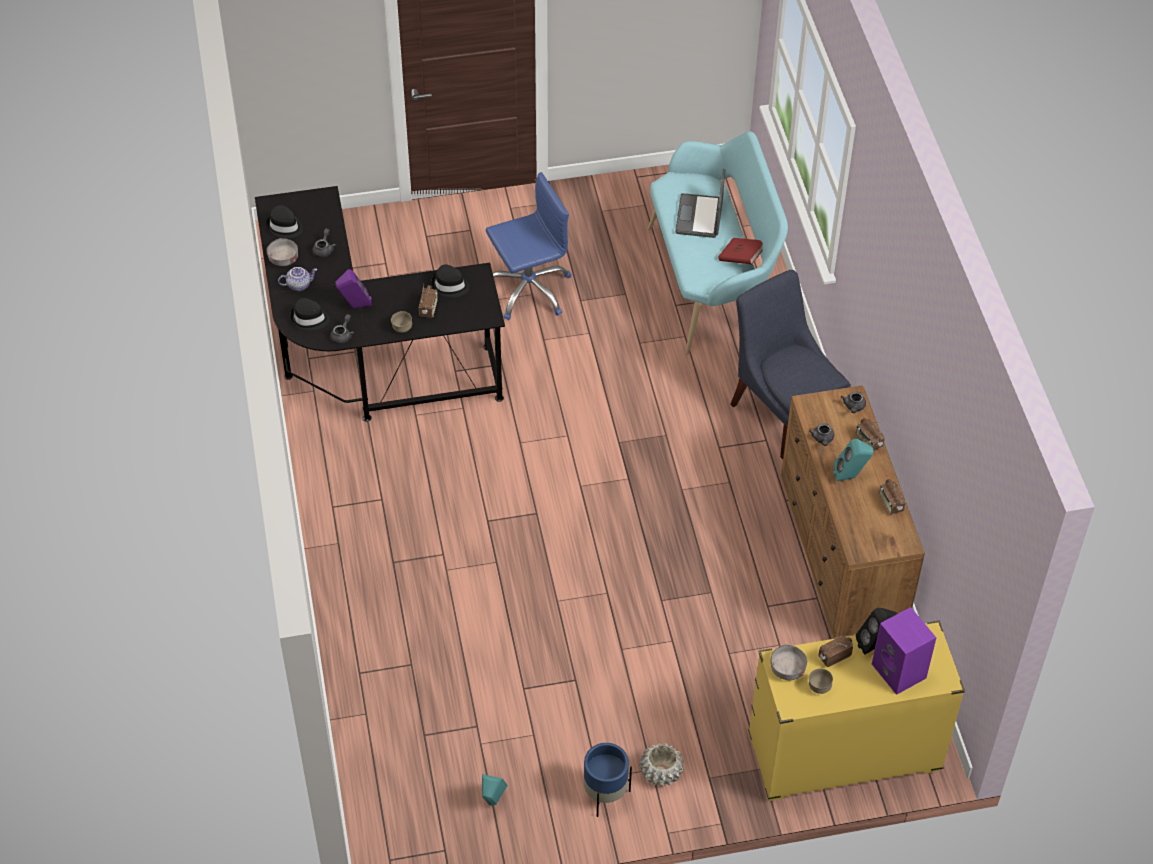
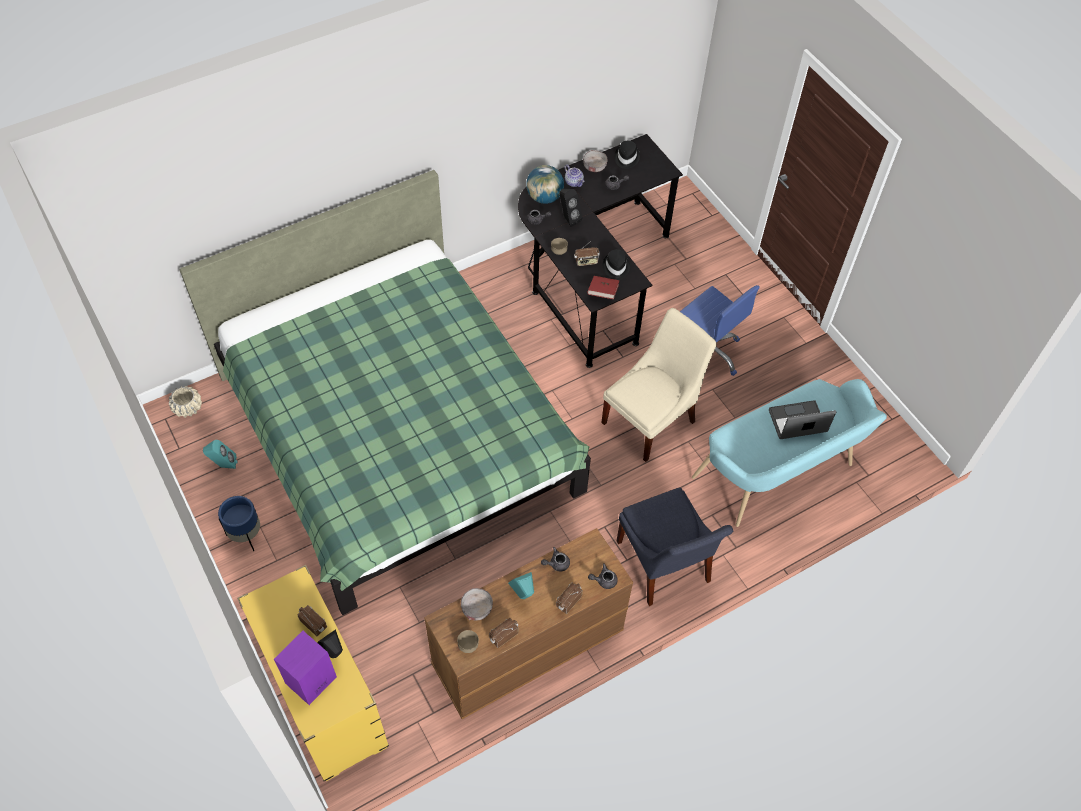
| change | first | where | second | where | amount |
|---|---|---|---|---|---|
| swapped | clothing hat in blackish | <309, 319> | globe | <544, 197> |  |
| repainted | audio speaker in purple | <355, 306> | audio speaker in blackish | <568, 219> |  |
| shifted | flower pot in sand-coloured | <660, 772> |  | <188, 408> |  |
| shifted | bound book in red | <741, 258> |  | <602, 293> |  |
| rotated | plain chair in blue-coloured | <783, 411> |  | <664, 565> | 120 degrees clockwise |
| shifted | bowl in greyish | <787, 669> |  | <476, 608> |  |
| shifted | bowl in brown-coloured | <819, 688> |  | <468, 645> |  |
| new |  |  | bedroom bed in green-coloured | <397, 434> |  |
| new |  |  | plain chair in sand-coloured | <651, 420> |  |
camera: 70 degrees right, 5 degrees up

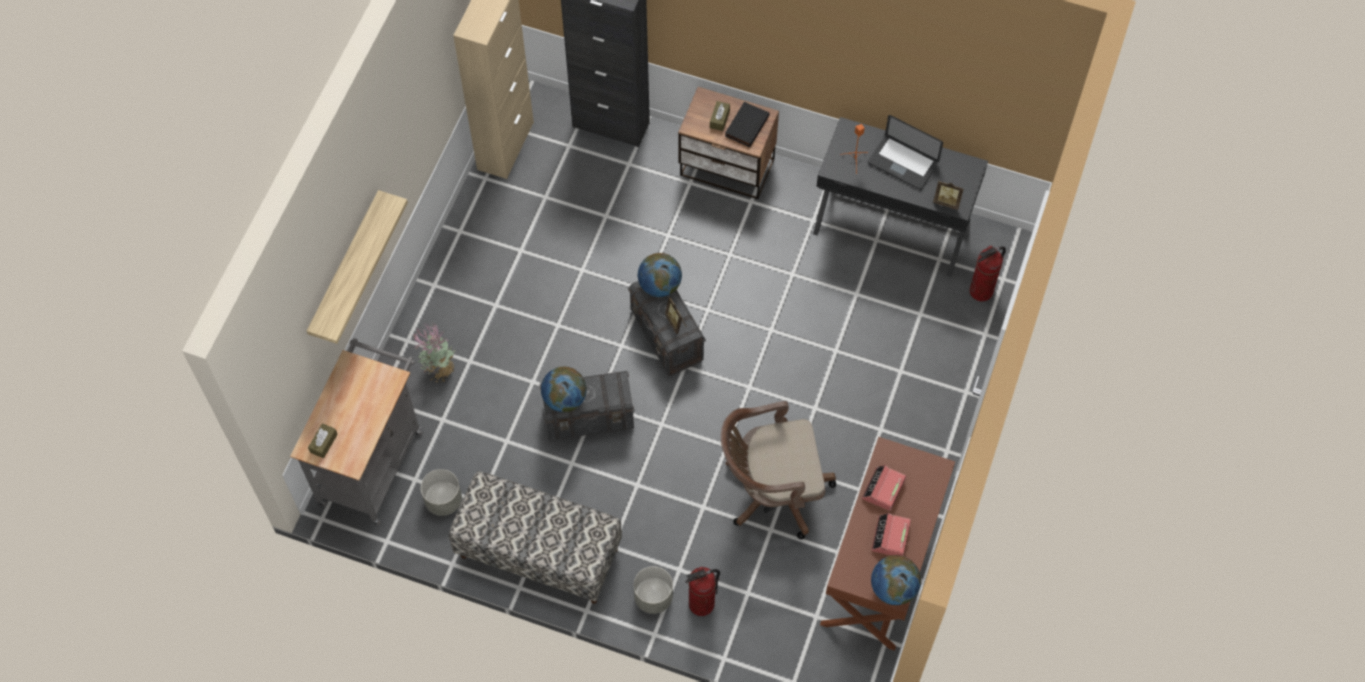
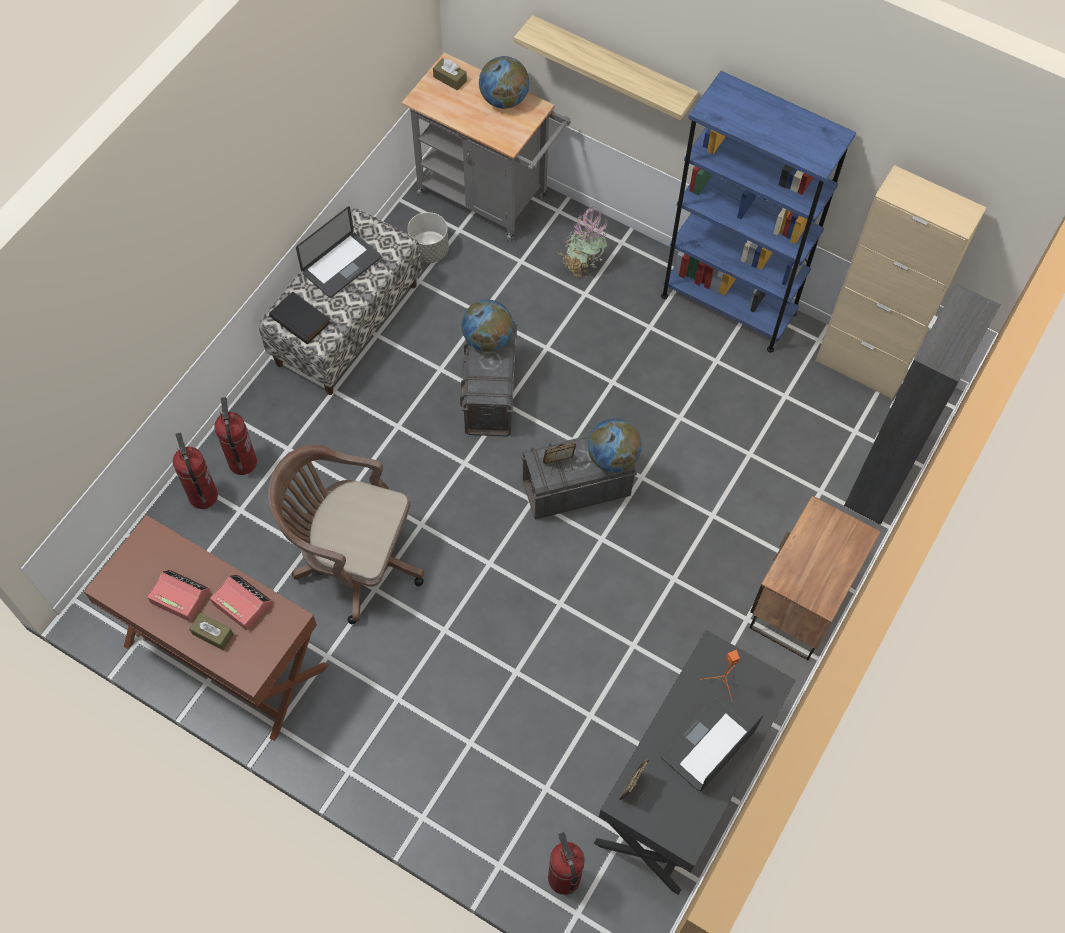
| change | first | where | second | where | amount |
|---|---|---|---|---|---|
| gone | flower pot in greyish | <653, 597> |  |  |  |
| shifted | box of tissues in brown-coloured | <719, 119> |  | <213, 634> |  |
| rotated | computer chair in brown-coloured | <771, 490> |  | <353, 559> | 75 degrees counterclockwise |
| shifted | bound book in blackish | <746, 125> |  | <301, 319> |  |
| shifted | globe | <893, 588> |  | <504, 99> |  |
| new |  |  | extinguisher | <203, 496> |  |
| new |  |  | notebook computer | <341, 265> |  |
| new |  |  | bookcase in blue-coloured | <728, 304> |  |
camera: 100 degrees right, 0 degrees up

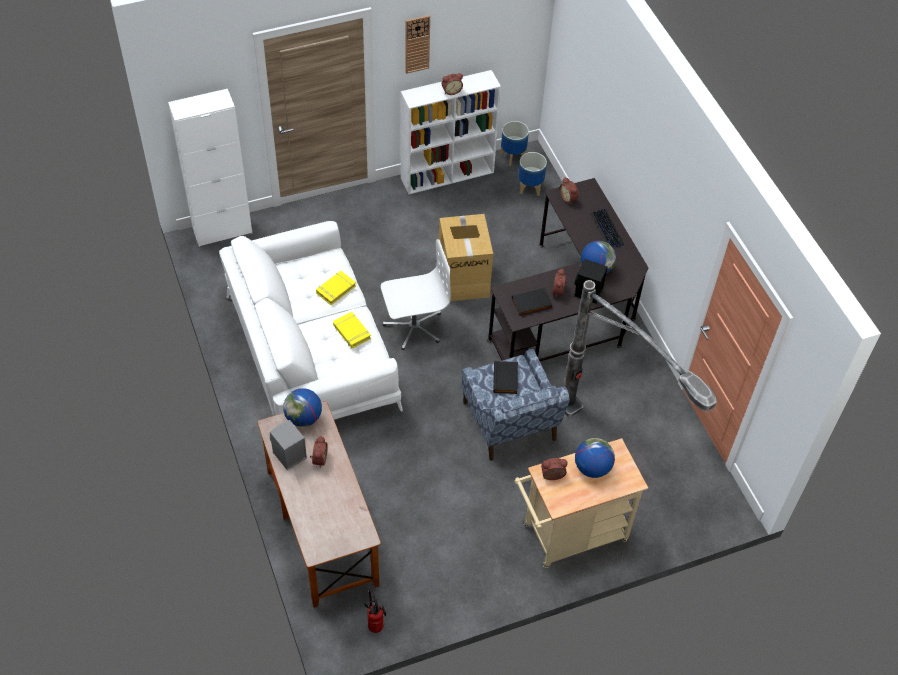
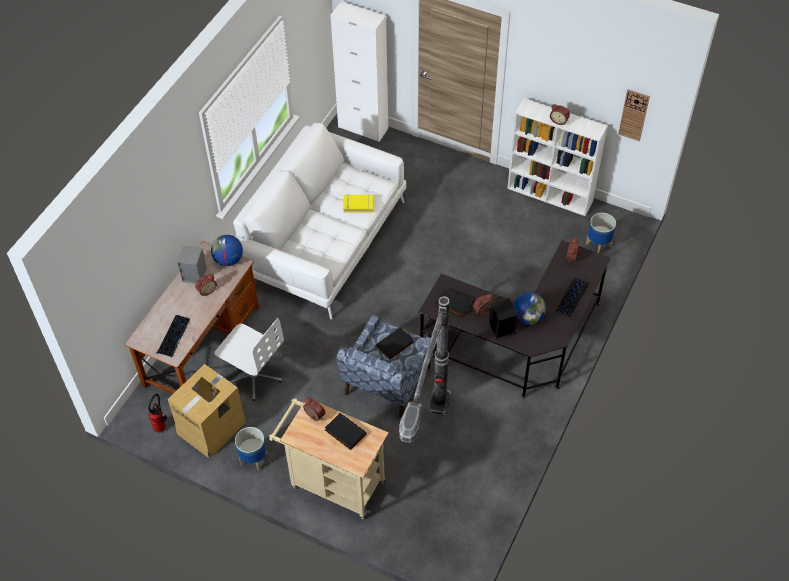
| change | first | where | second | where | amount |
|---|---|---|---|---|---|
| gone | bound book in yellow-coloured | <351, 332> |  |  |  |
| shifted | computer chair in whitish | <413, 326> |  | <254, 375> |  |
| shifted | hanging clock | <417, 44> |  | <634, 115> |  |
| shifted | packing box | <464, 277> |  | <212, 427> |  |
| shifted | flower pot | <512, 156> |  | <253, 459> |  |
| swapped | globe | <592, 468> | bound book in blackish | <344, 433> |  |
| new |  |  | computer keyboard | <173, 336> |  |
camera: 50 degrees right, 0 degrees up

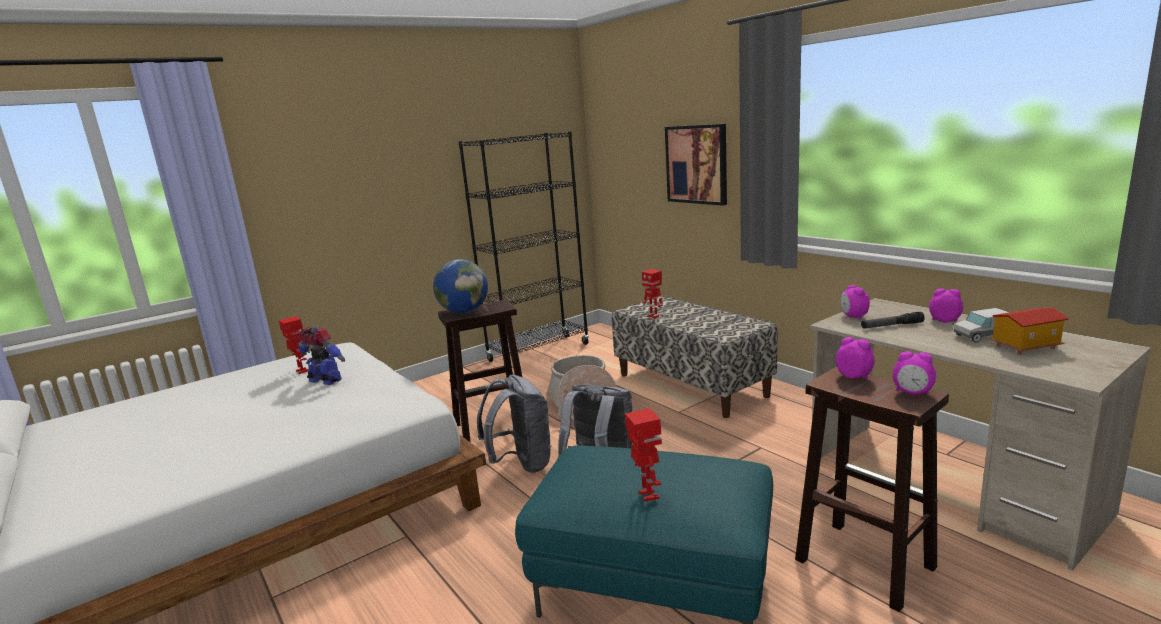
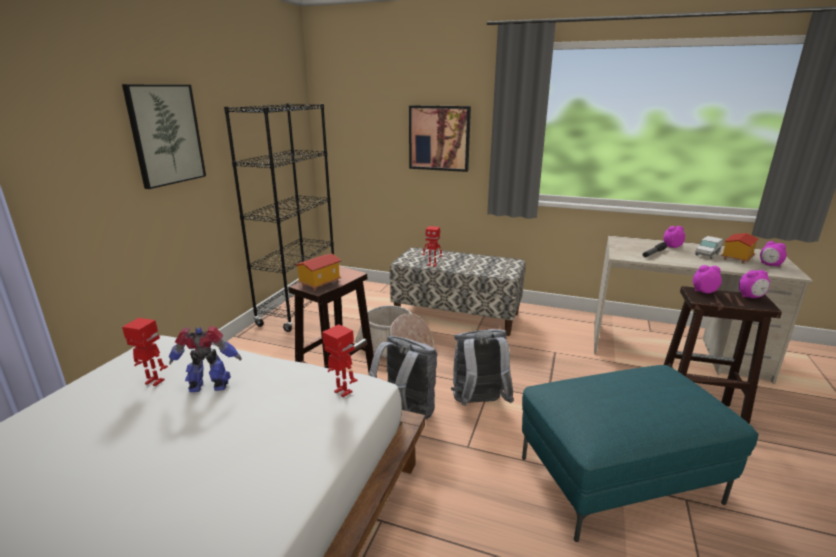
| change | first | where | second | where | amount |
|---|---|---|---|---|---|
| swapped | globe | <464, 311> | miniature house | <319, 283> |  |
| shifted | toy robot | <647, 495> |  | <342, 392> |  |
| shifted | alarm clock | <853, 317> |  | <770, 265> |  |
| new |  |  | wall art | <165, 135> |  |
camera: 35 degrees left, 5 degrees up

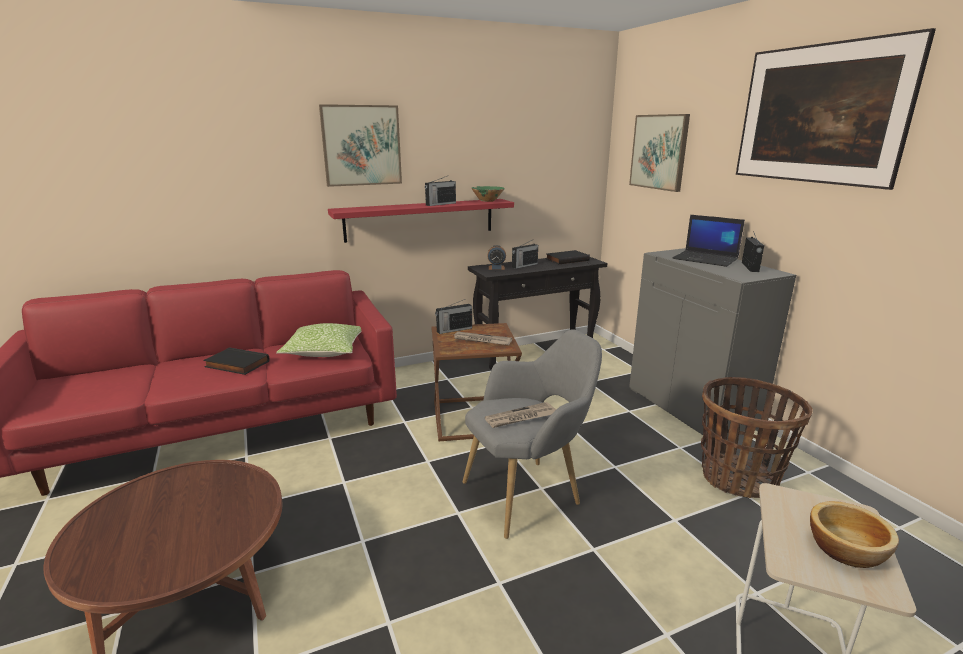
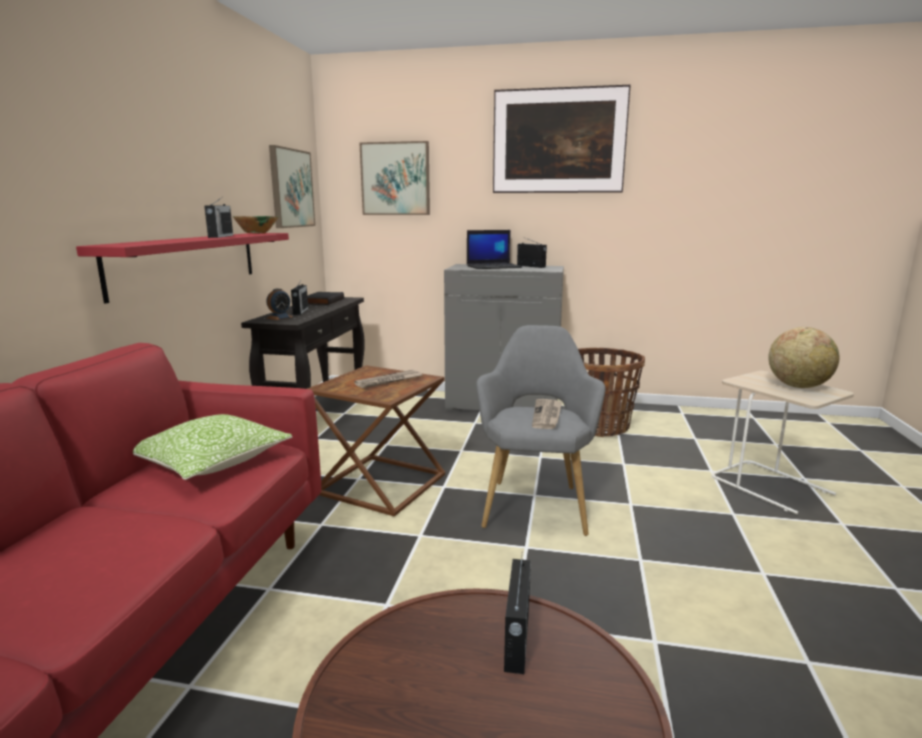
| change | first | where | second | where | amount |
|---|---|---|---|---|---|
| gone | bound book in blackish | <236, 365> |  |  |  |
| shifted | wall art | <361, 145> |  | <291, 188> |  |
| shifted | radio set | <453, 330> |  | <516, 639> |  |
| swapped | bowl | <846, 549> | globe | <798, 386> |  |
camera: 55 degrees left, 5 degrees down

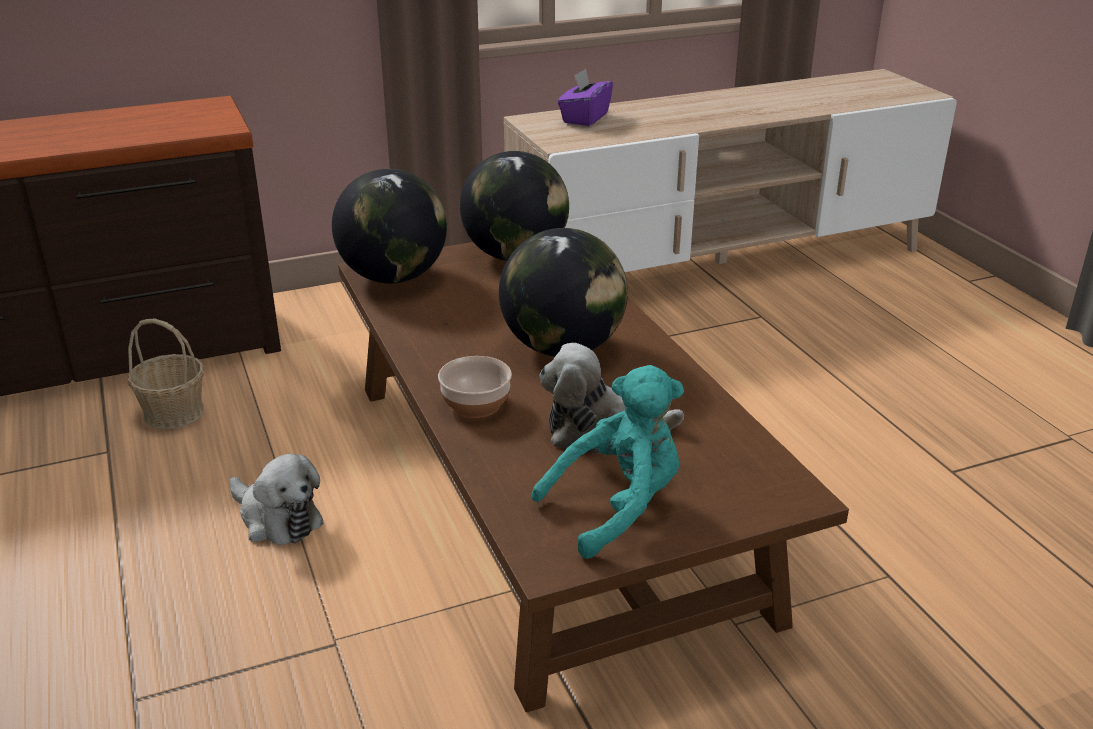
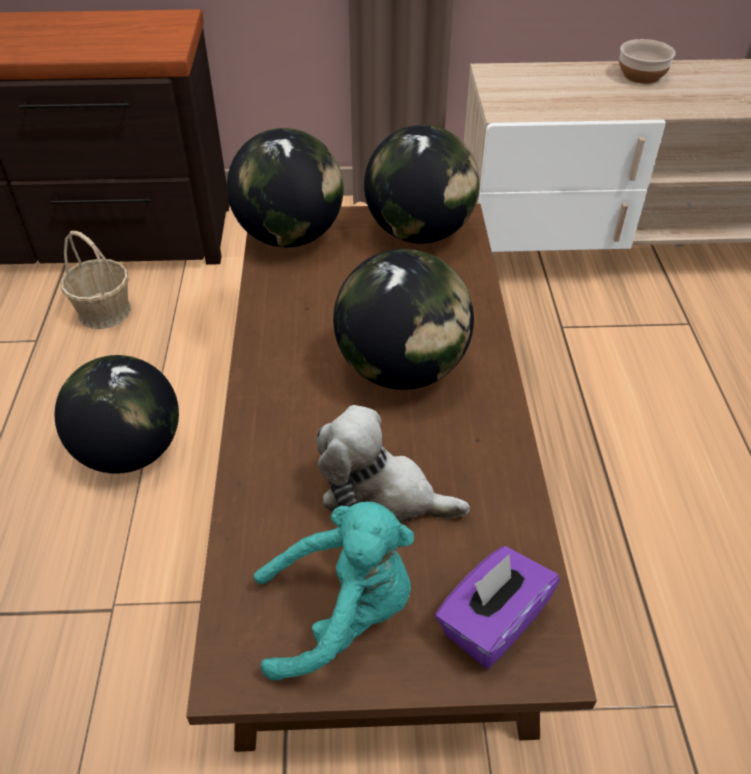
| change | first | where | second | where | amount |
|---|---|---|---|---|---|
| swapped | soft toy | <277, 518> | globe | <130, 452> |  |
| shifted | bowl | <475, 405> |  | <641, 75> |  |
| shifted | box of tissues in purple | <584, 118> |  | <491, 622> |  |
camera: 20 degrees right, 15 degrees up

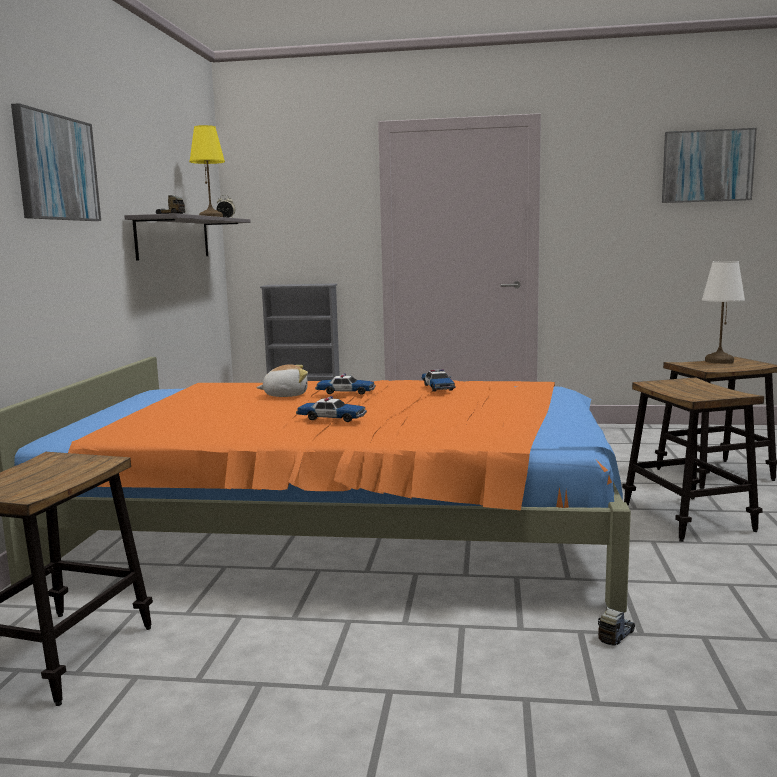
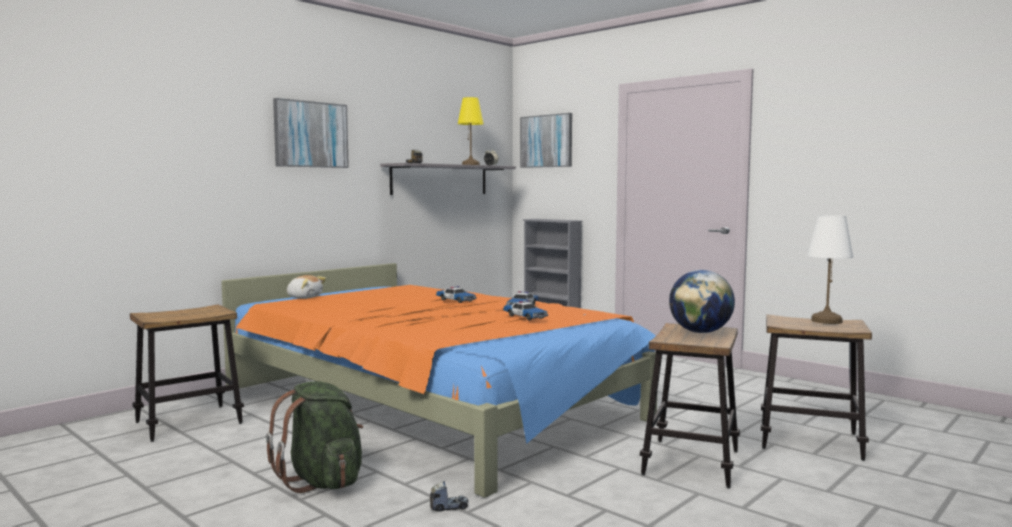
| change | first | where | second | where | amount |
|---|---|---|---|---|---|
| shifted | soft toy | <285, 395> |  | <305, 297> |  |
| shifted | miniature car | <331, 418> |  | <525, 317> |  |
| shifted | wall art | <707, 166> |  | <546, 141> |  |
| new |  |  | rucksack in green-coloured | <322, 481> |  |
| new |  |  | globe | <700, 332> |  |
camera: 35 degrees right, 5 degrees down

